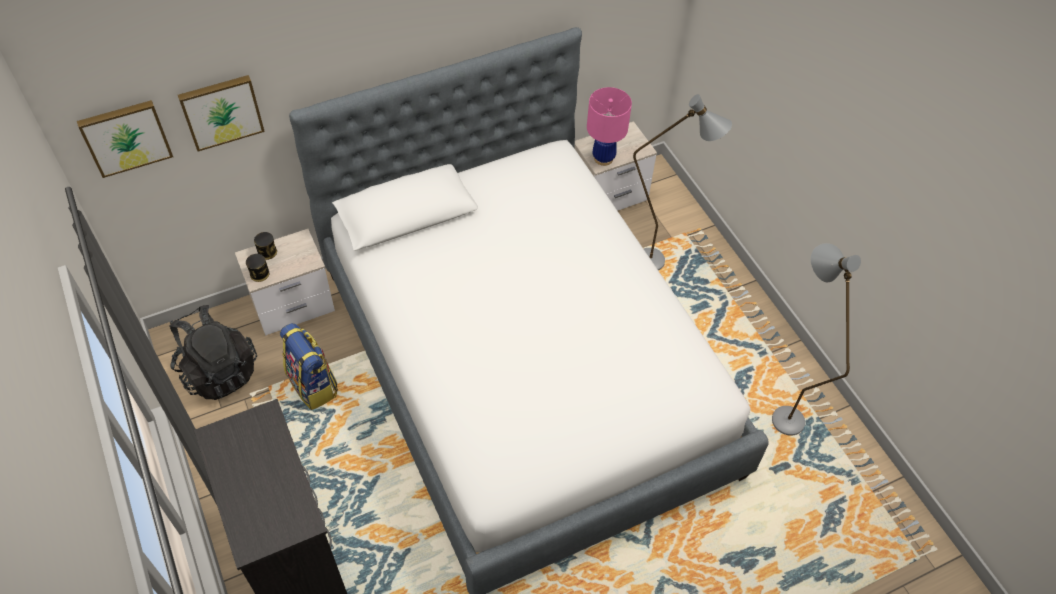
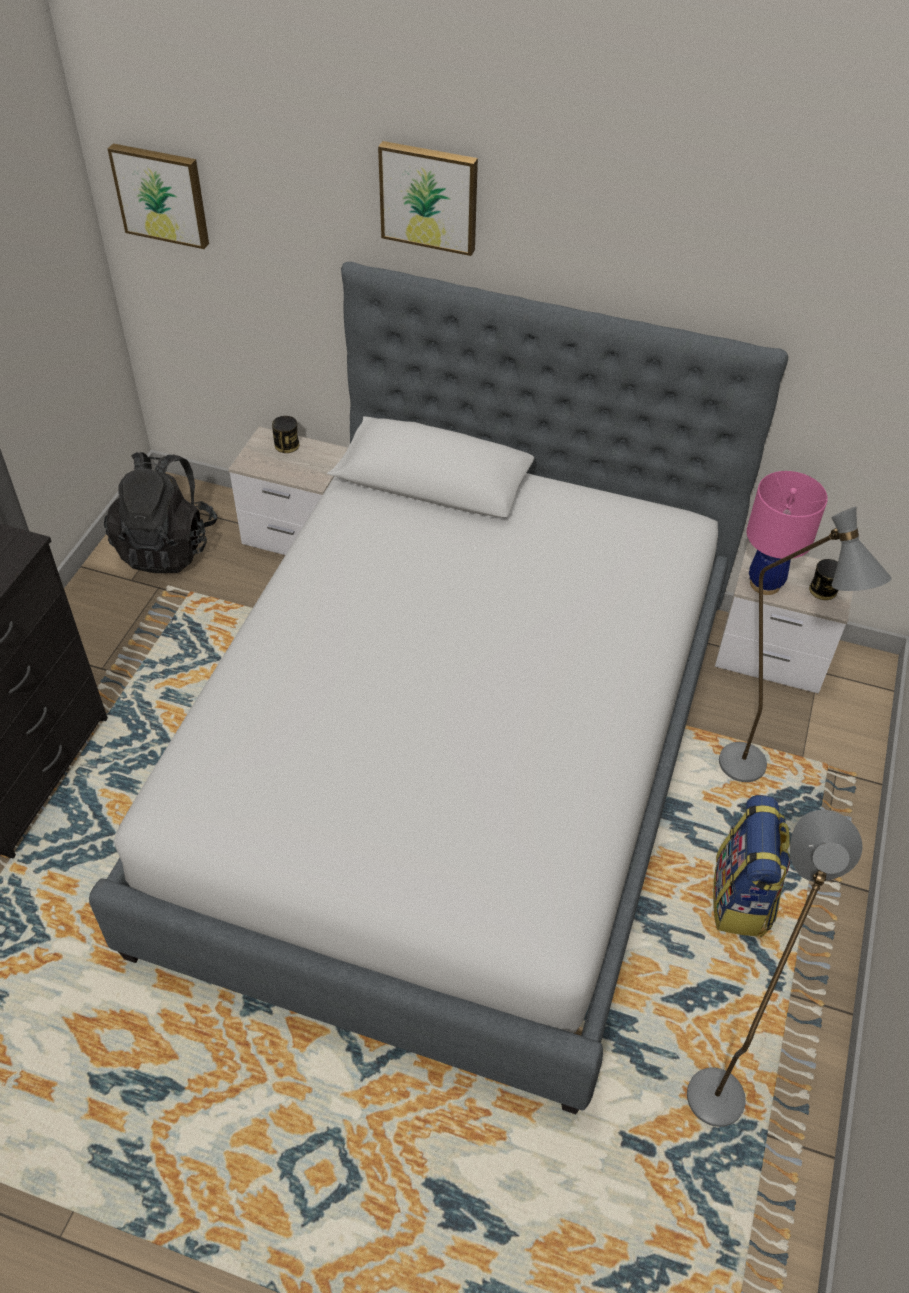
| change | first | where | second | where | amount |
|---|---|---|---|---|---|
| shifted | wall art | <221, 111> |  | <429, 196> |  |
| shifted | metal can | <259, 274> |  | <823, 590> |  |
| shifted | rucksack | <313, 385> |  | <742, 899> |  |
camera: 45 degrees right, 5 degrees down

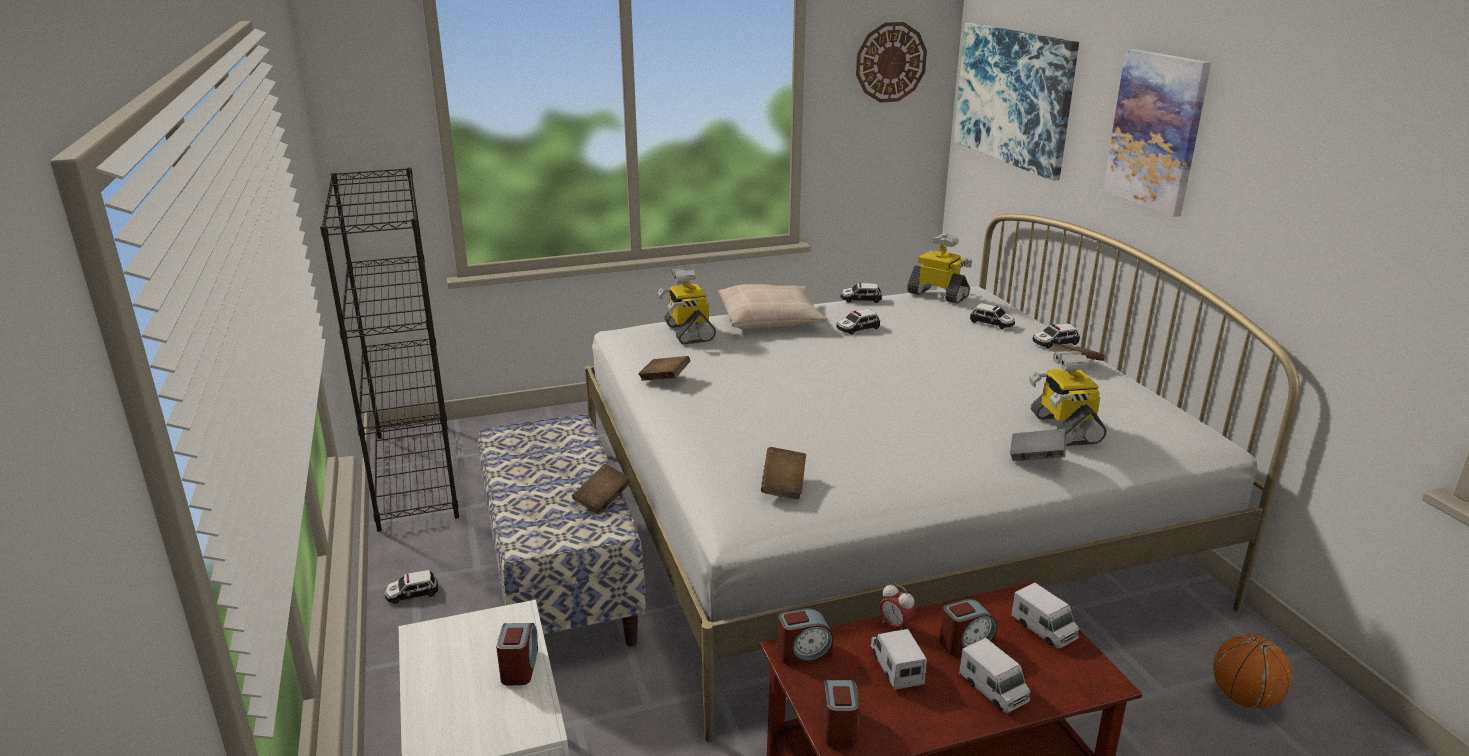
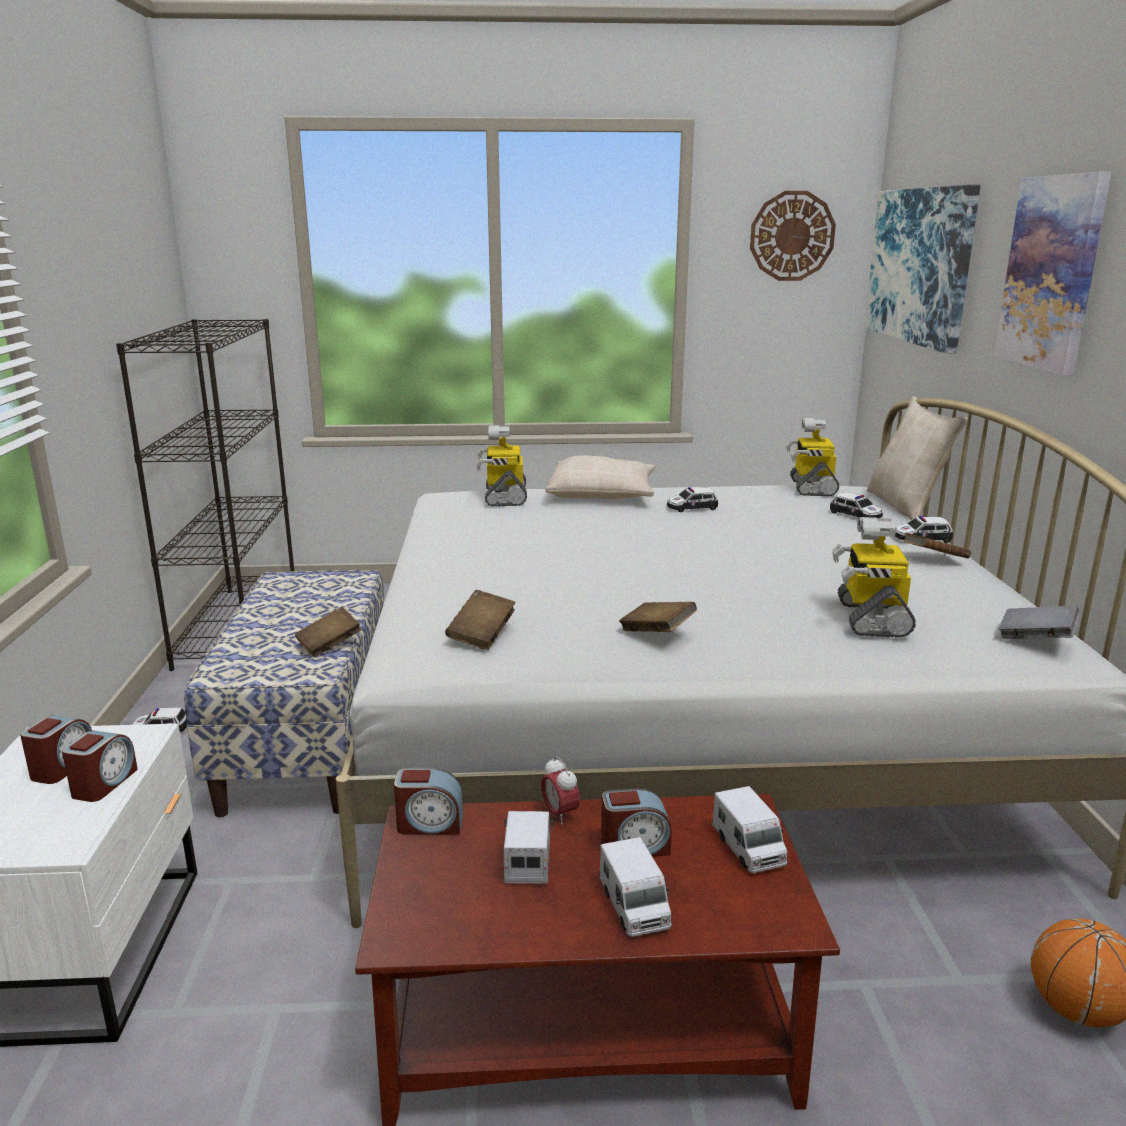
| change | first | where | second | where | amount |
|---|---|---|---|---|---|
| shifted | bound book in brown-coloured | <664, 379> |  | <657, 633> |  |
| shifted | alarm clock | <839, 726> |  | <63, 767> |  |
| gone | miniature car | <860, 299> |  |  |  |
| rotated | toy robot | <939, 295> |  | <811, 487> | 135 degrees counterclockwise |
| shifted | bound book in greyish | <1036, 457> |  | <1035, 638> |  |
| new |  |  | cushion in sand-coloured | <906, 505> |  |
camera: 15 degrees right, 5 degrees down

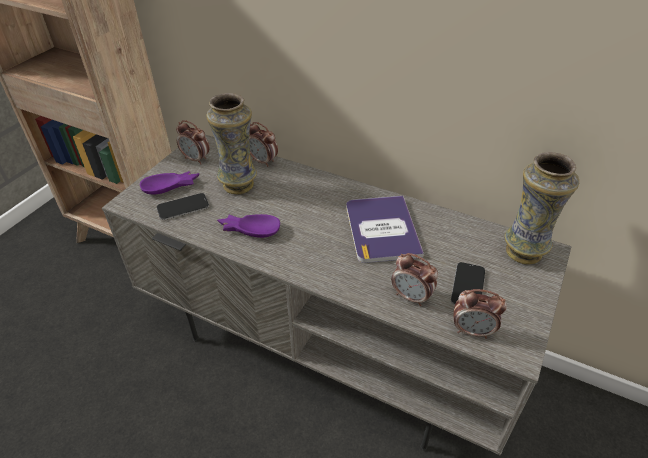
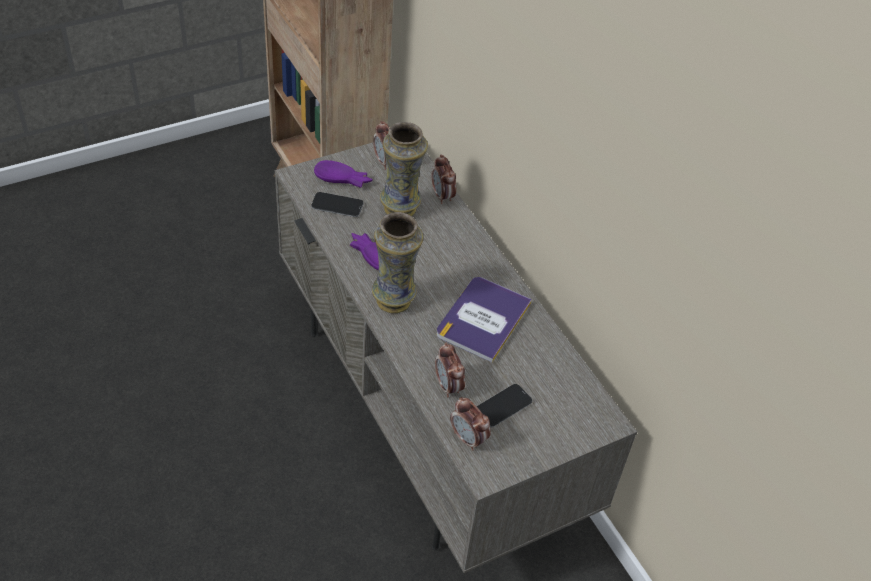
| change | first | where | second | where | amount |
|---|---|---|---|---|---|
| shifted | decorative vase | <524, 251> |  | <394, 300> |  |
camera: 30 degrees right, 5 degrees up

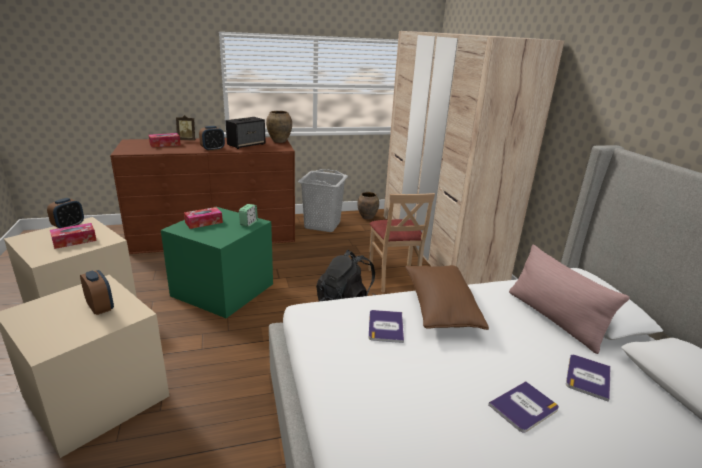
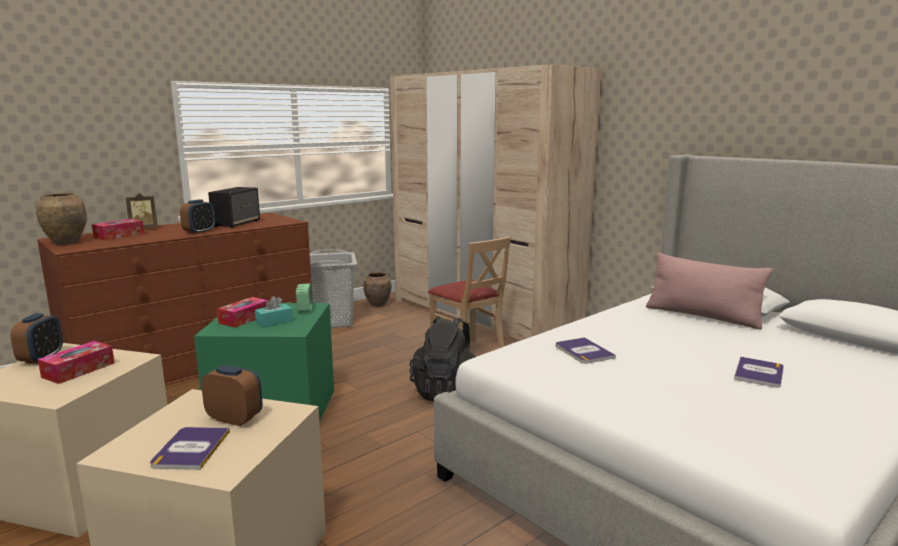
| change | first | where | second | where | amount |
|---|---|---|---|---|---|
| shifted | decorative vase in brown-coloured | <279, 141> |  | <66, 242> |  |
| gone | cushion in brown-coloured | <440, 308> |  |  |  |
| shifted | bound book | <588, 377> |  | <191, 449> |  |
| new |  |  | box of tissues in turquoise | <274, 322> |  |
camera: 25 degrees left, 10 degrees down

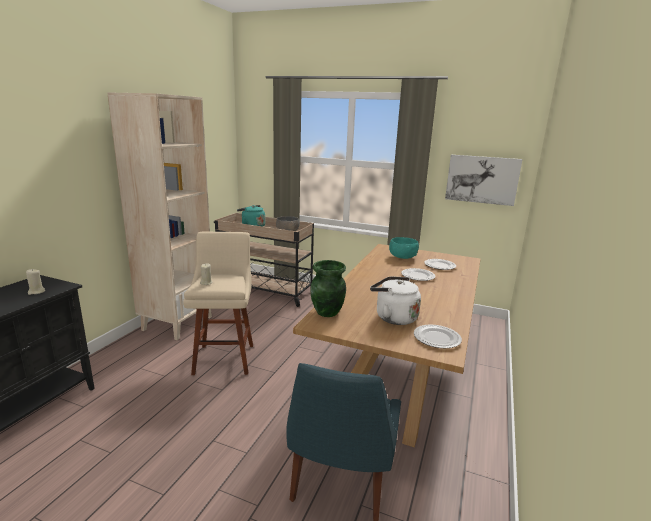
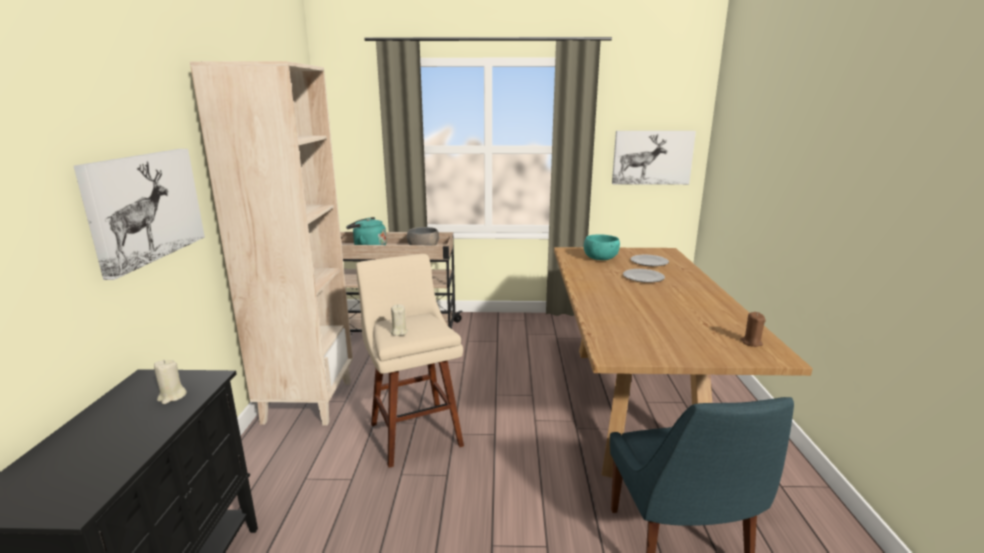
| change | first | where | second | where | amount |
|---|---|---|---|---|---|
| gone | decorative vase in green-coloured | <327, 312> |  |  |  |
| gone | tea kettle in whitish | <393, 317> |  |  |  |
| swapped | flat dish | <437, 338> | wax candle in brown-coloured | <751, 342> |  |
| new |  |  | wall art | <144, 207> |  |
camera: 20 degrees left, 0 degrees up

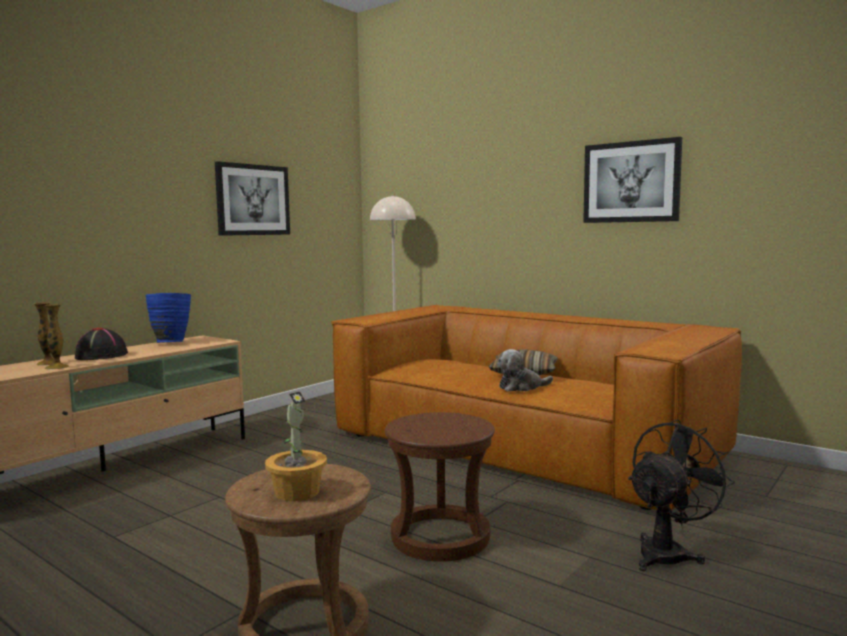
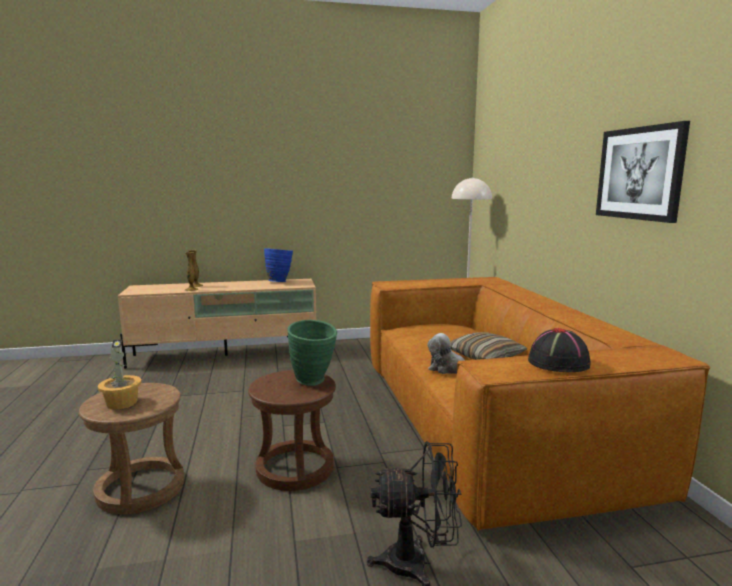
| change | first | where | second | where | amount |
|---|---|---|---|---|---|
| shifted | clothing hat in blackish | <102, 356> |  | <559, 362> |  |
| gone | wall art | <253, 200> |  |  |  |
| new |  |  | decorative vase in green-coloured | <314, 382> |  |
camera: 40 degrees right, 5 degrees up

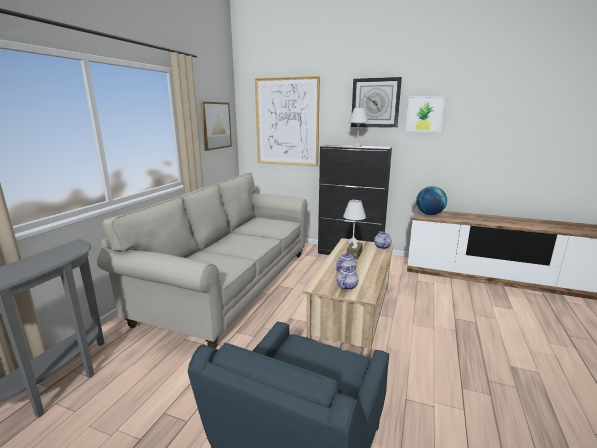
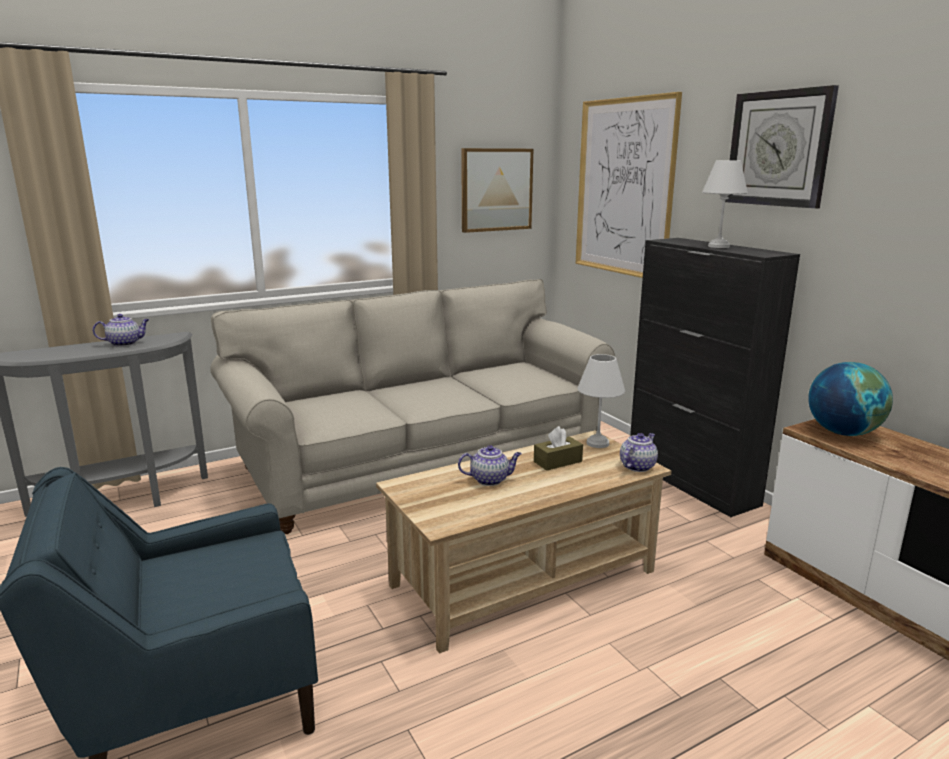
| change | first | where | second | where | amount |
|---|---|---|---|---|---|
| shifted | pot for tea | <346, 286> |  | <125, 343> |  |
| gone | wall art | <424, 113> |  |  |  |
camera: 40 degrees right, 0 degrees up

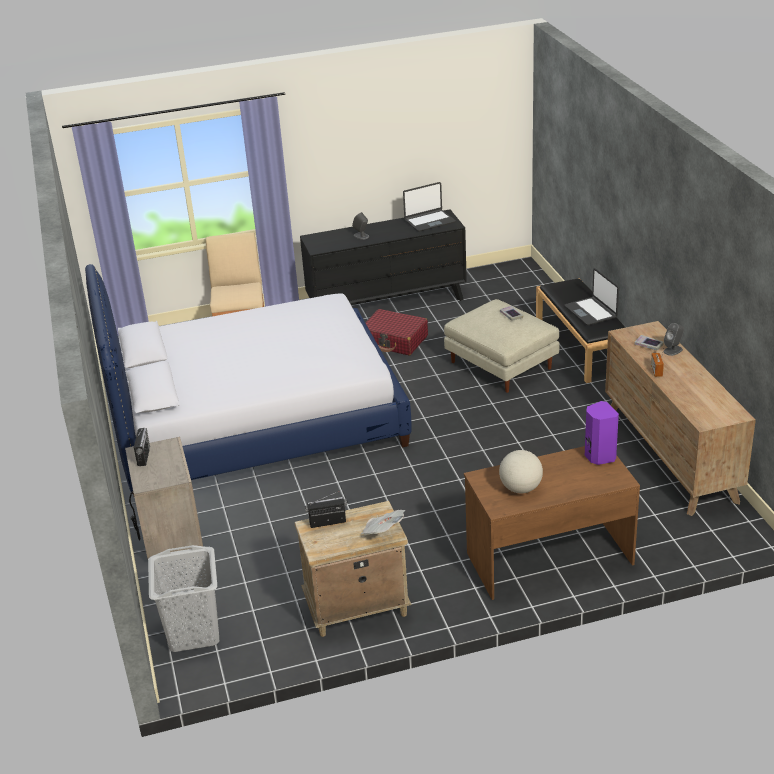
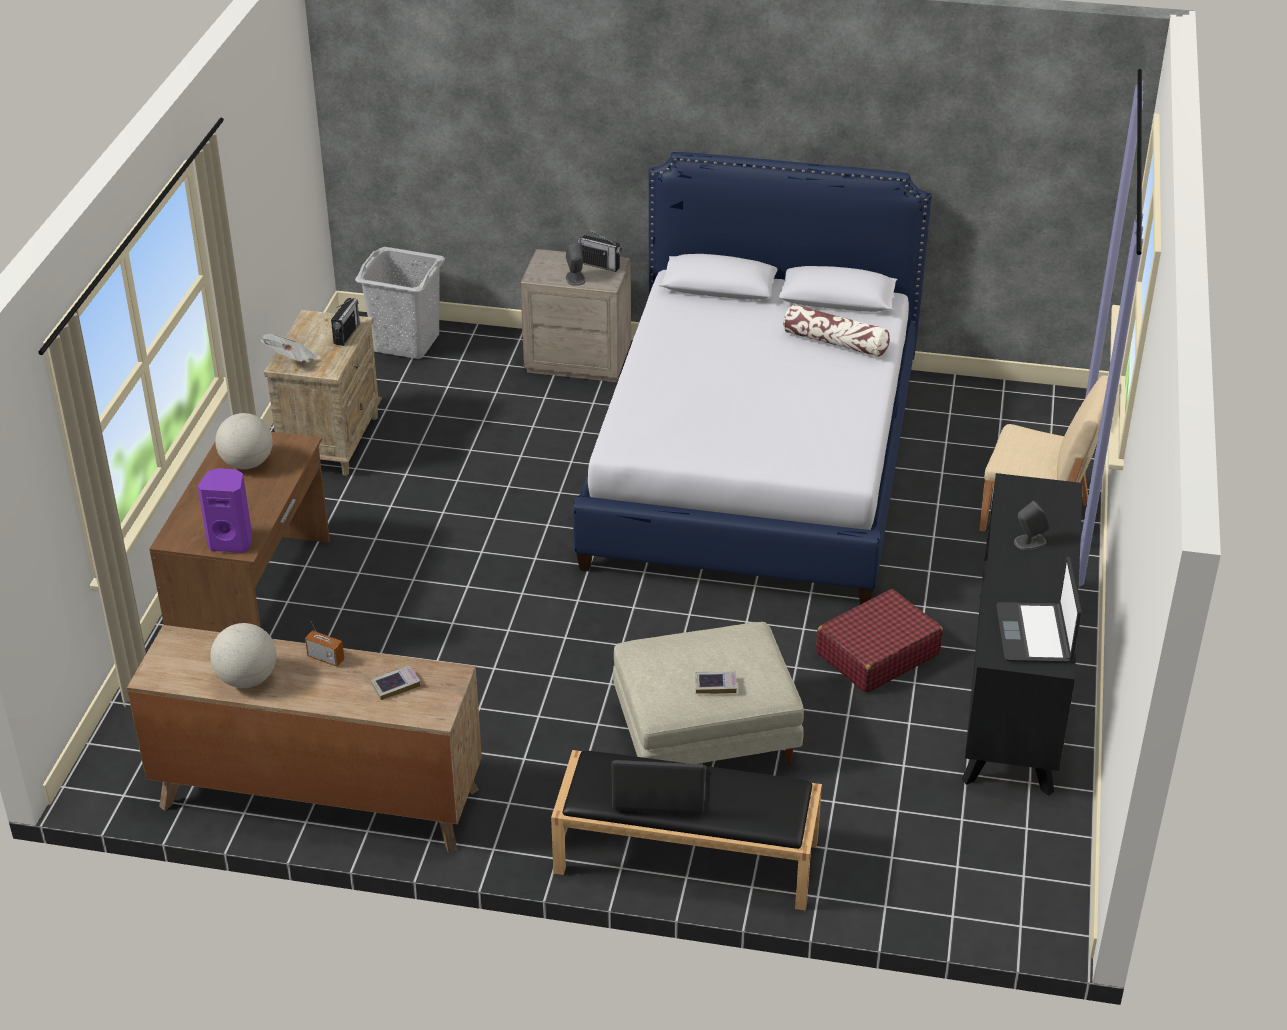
| change | first | where | second | where | amount |
|---|---|---|---|---|---|
| shifted | audio speaker in greyish | <673, 350> |  | <575, 279> |  |
| new |  |  | globe | <247, 679> |  |
| new |  |  | cushion | <835, 342> |  |
camera: 115 degrees right, 5 degrees up

